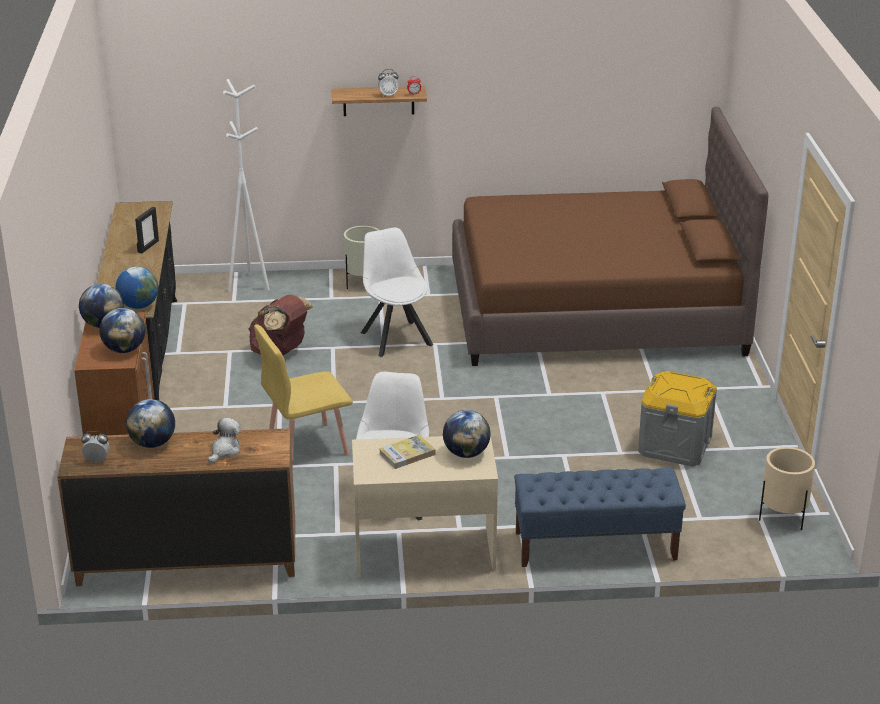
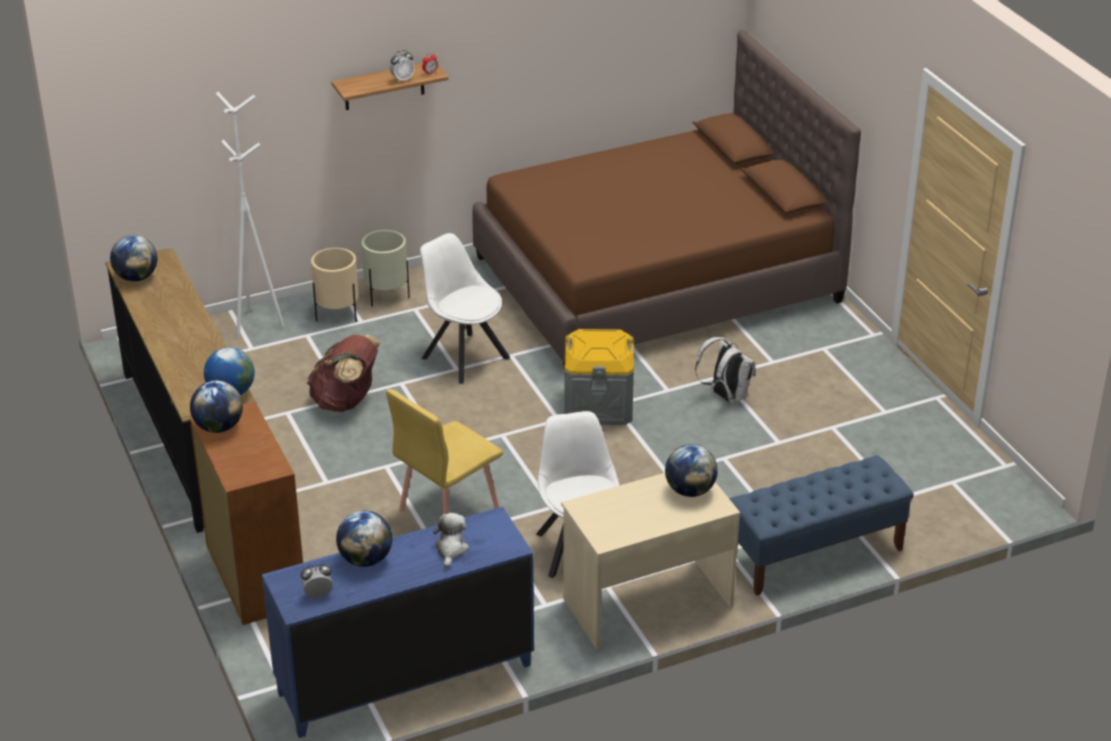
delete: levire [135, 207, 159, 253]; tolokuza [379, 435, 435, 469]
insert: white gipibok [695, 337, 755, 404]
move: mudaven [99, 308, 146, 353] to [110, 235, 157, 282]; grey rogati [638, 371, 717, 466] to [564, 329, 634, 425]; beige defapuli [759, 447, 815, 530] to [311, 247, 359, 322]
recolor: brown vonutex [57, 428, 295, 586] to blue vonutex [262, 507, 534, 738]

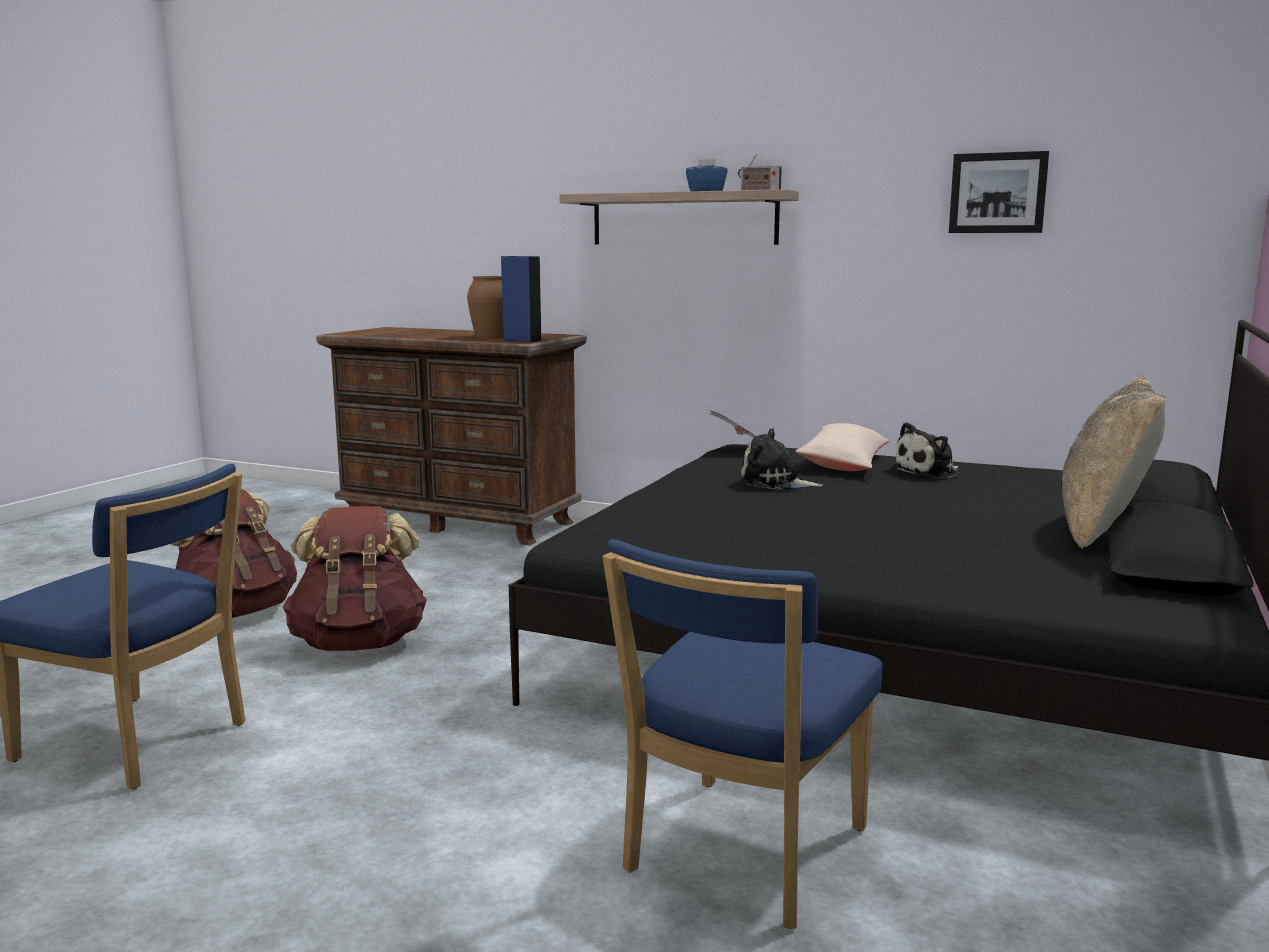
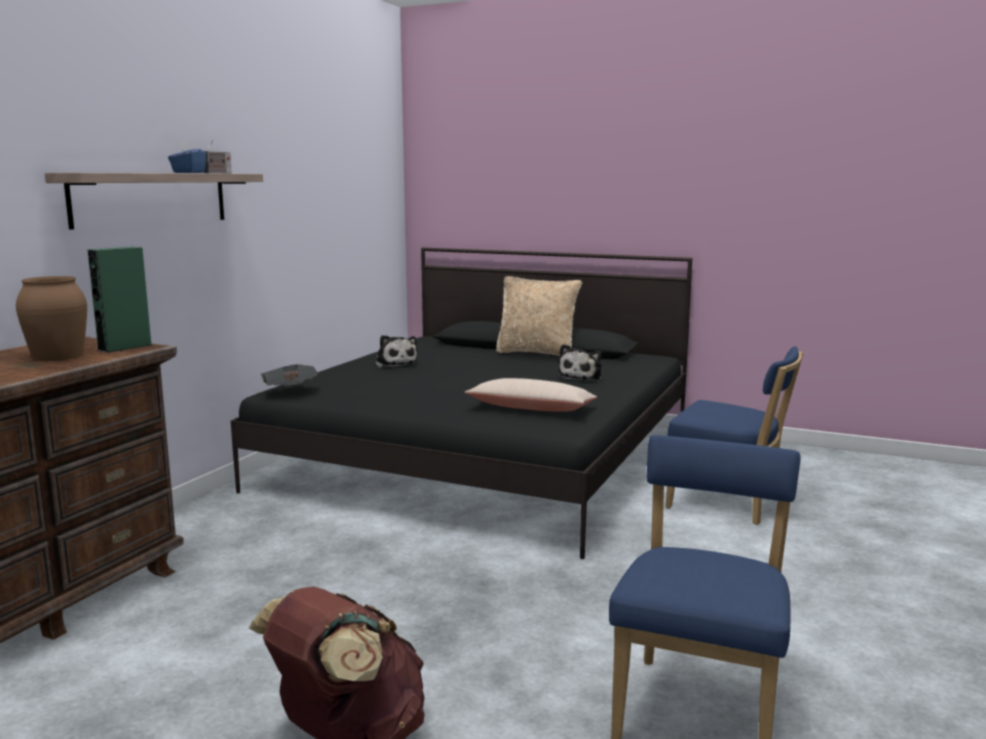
delete: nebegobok [949, 151, 1049, 233]; brown gipibok [283, 506, 427, 651]
move: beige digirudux [795, 423, 890, 471] to [464, 378, 597, 412]; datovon [740, 428, 823, 490] to [558, 344, 602, 381]
recolor: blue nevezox [501, 256, 541, 342] to green nevezox [88, 247, 151, 353]

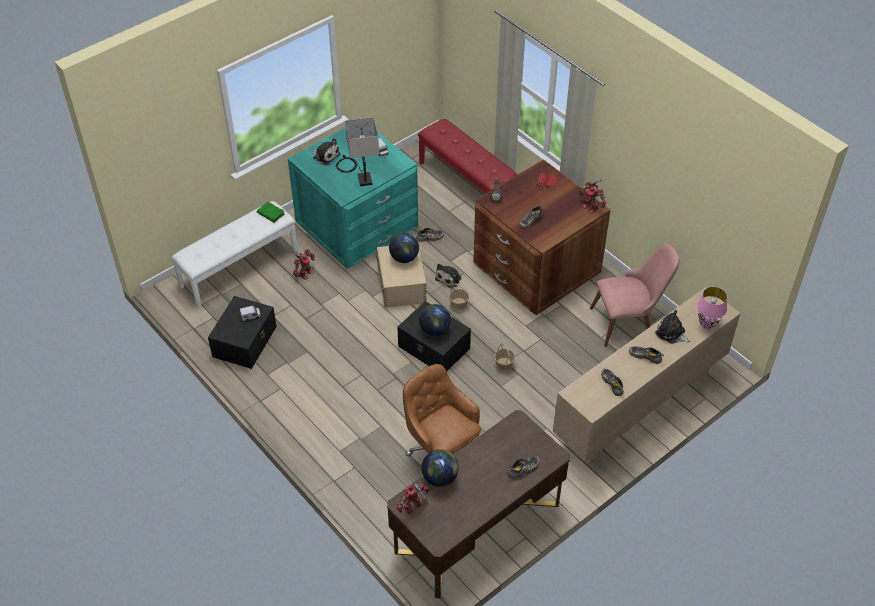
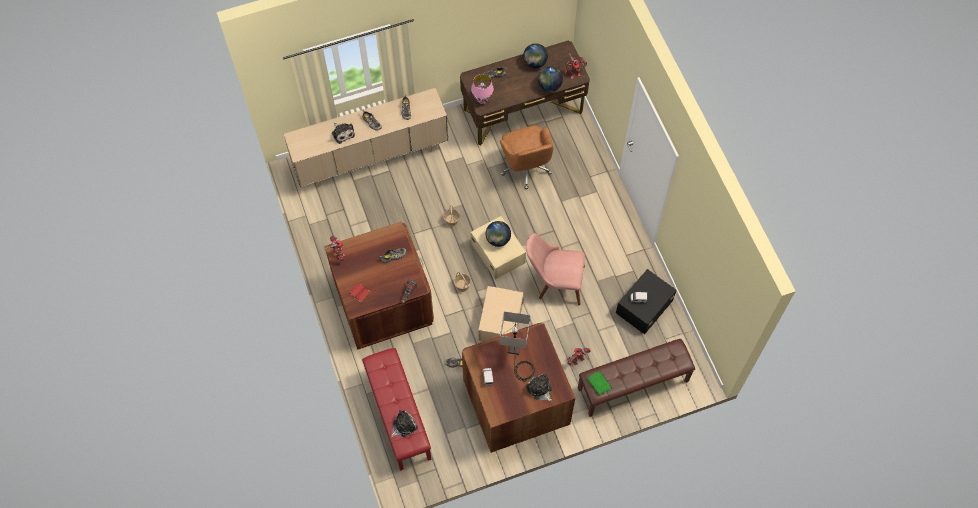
move: mudaven [389, 233, 419, 263] to [523, 43, 548, 68]; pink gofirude [590, 243, 679, 347] to [526, 233, 585, 305]; datovon [435, 264, 462, 288] to [391, 410, 418, 437]; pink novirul [697, 287, 727, 329] to [471, 74, 494, 104]
recolor: turquoise vonutex [288, 128, 418, 269] to brown vonutex [462, 323, 575, 453]; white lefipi [171, 201, 298, 307] to brown lefipi [578, 339, 695, 417]; black rogati [397, 301, 471, 371] to beige rogati [471, 216, 526, 279]

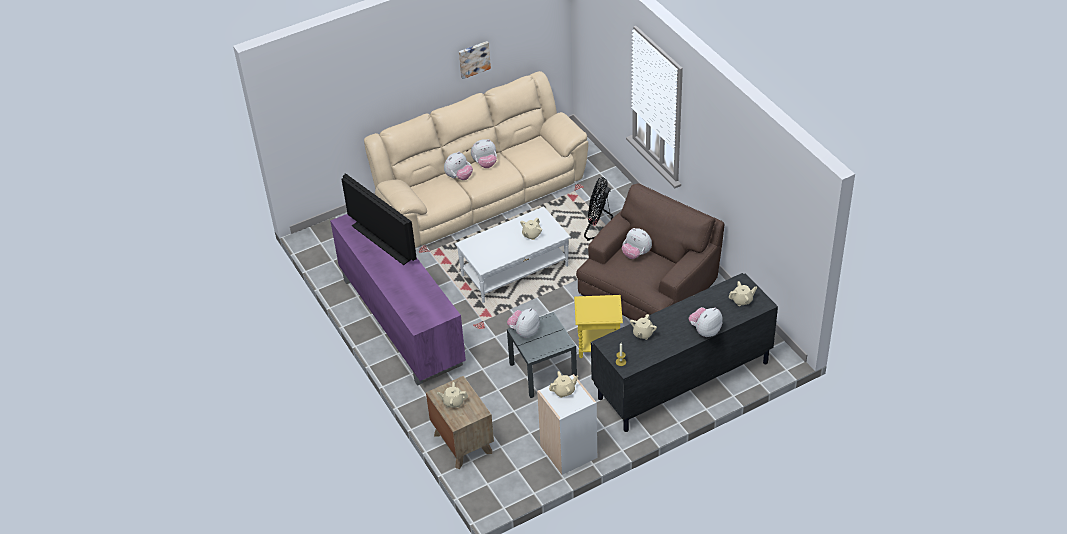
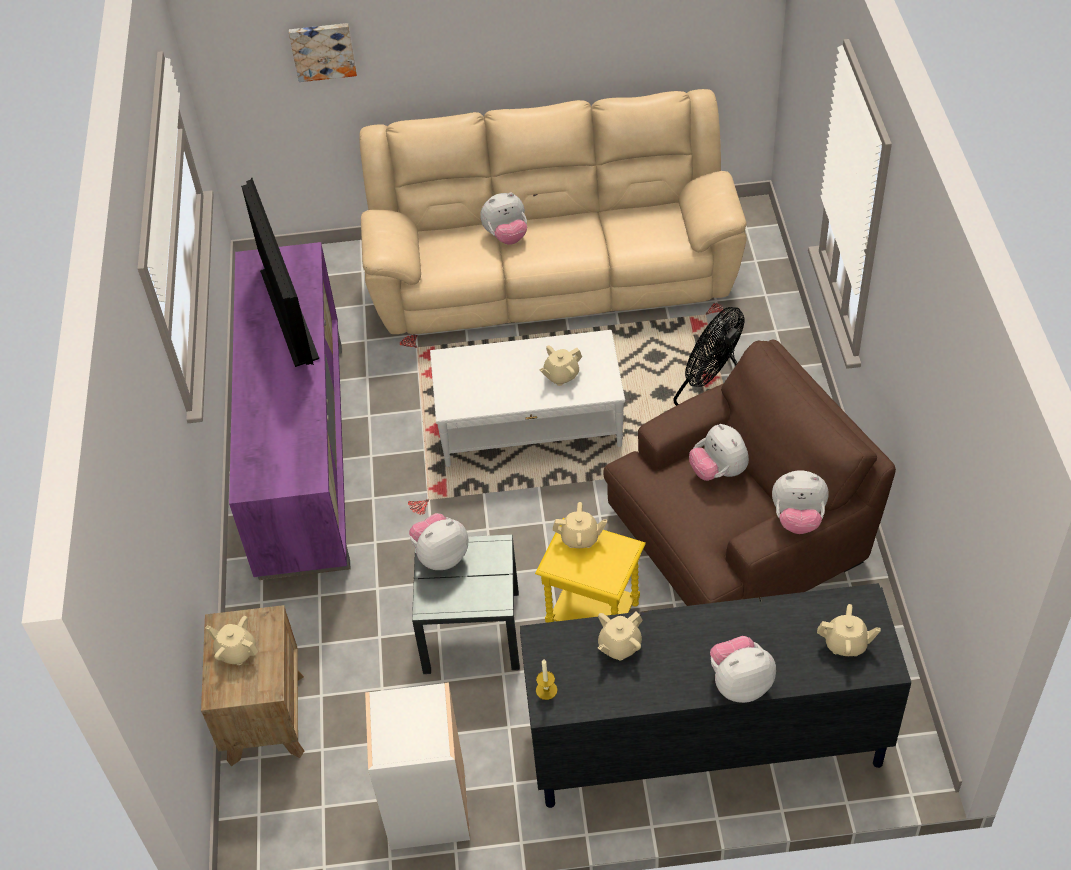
move: nebegobok [459, 41, 491, 79] to [289, 23, 357, 82]; datovon [471, 139, 497, 168] to [772, 470, 829, 534]; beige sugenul [549, 371, 578, 398] to [553, 502, 607, 548]

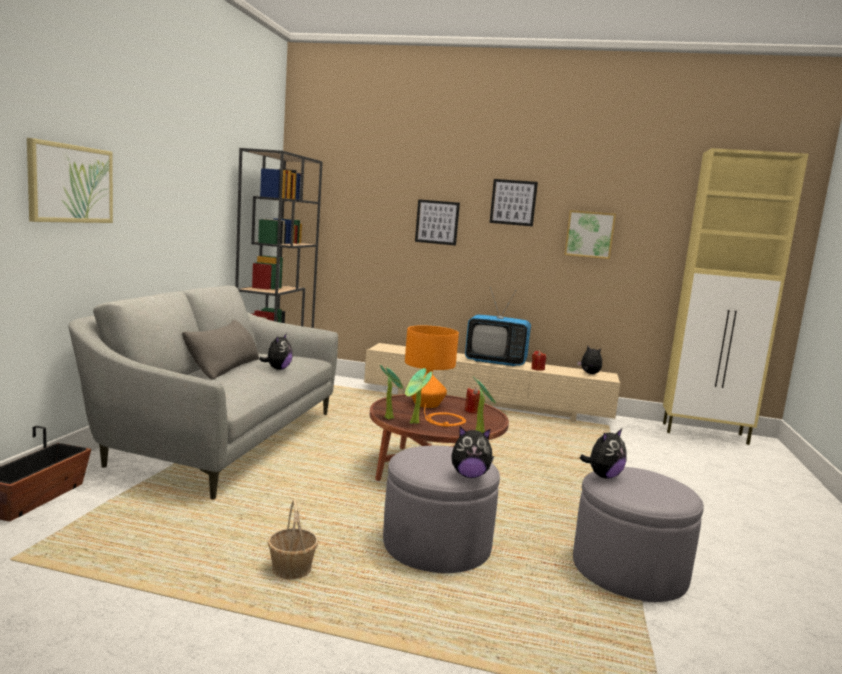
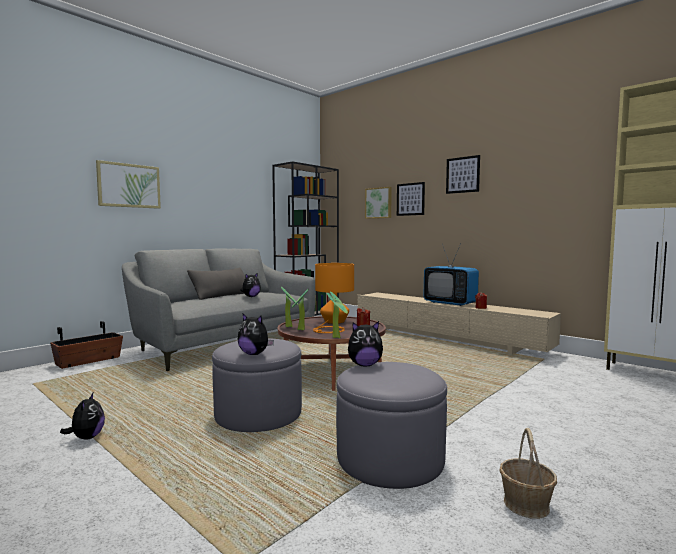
move: nebegobok [564, 210, 616, 259] to [365, 187, 392, 219]; datovon [577, 346, 602, 374] to [60, 393, 105, 440]; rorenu [268, 499, 319, 579] to [500, 428, 557, 519]

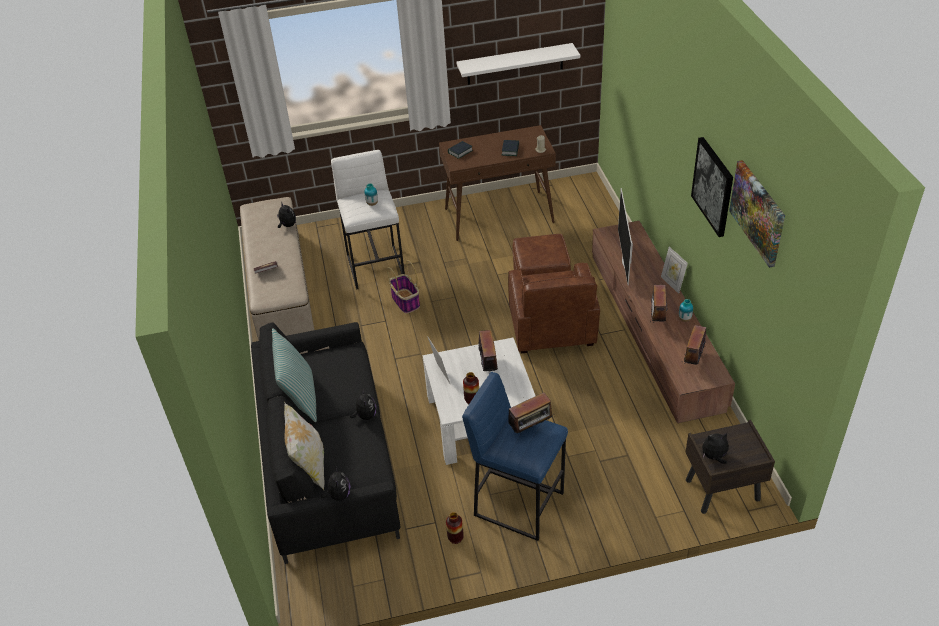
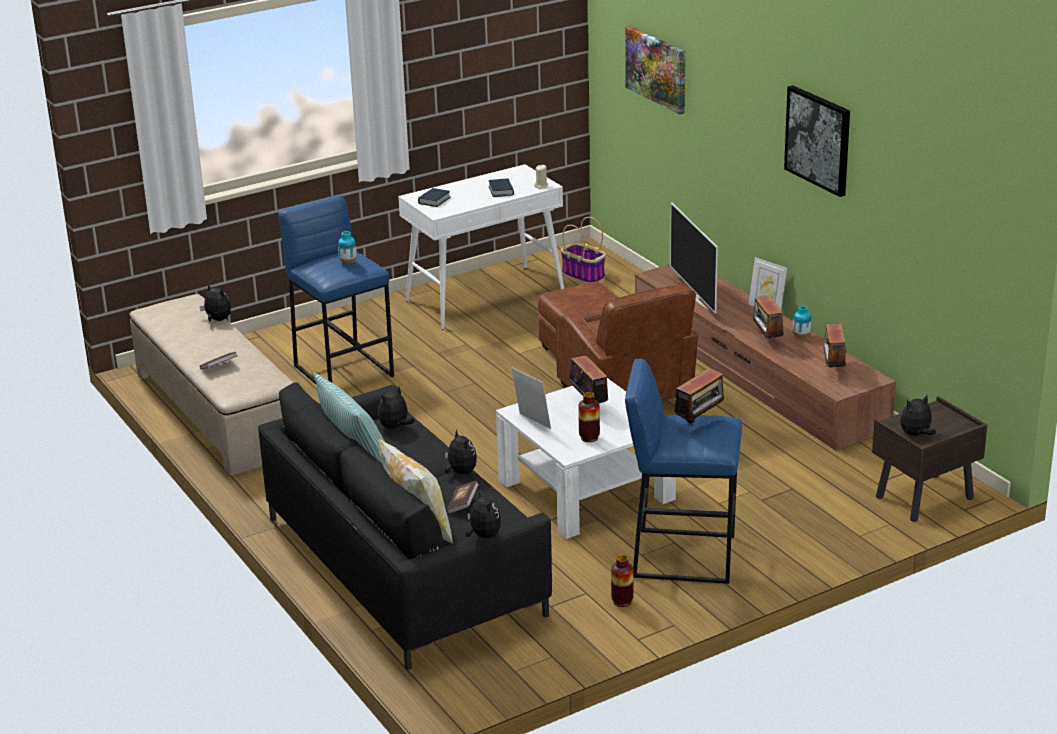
delete: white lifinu [456, 43, 580, 85]
insert: datovon [378, 387, 415, 429]; tolokuza [447, 481, 479, 514]
move: nebegobok [729, 160, 785, 268] to [625, 26, 685, 114]; rorenu [387, 260, 420, 314] to [561, 217, 606, 283]
recolor: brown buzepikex [439, 125, 556, 241] to white buzepikex [398, 164, 564, 329]; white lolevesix [331, 150, 405, 289] to blue lolevesix [278, 195, 394, 384]

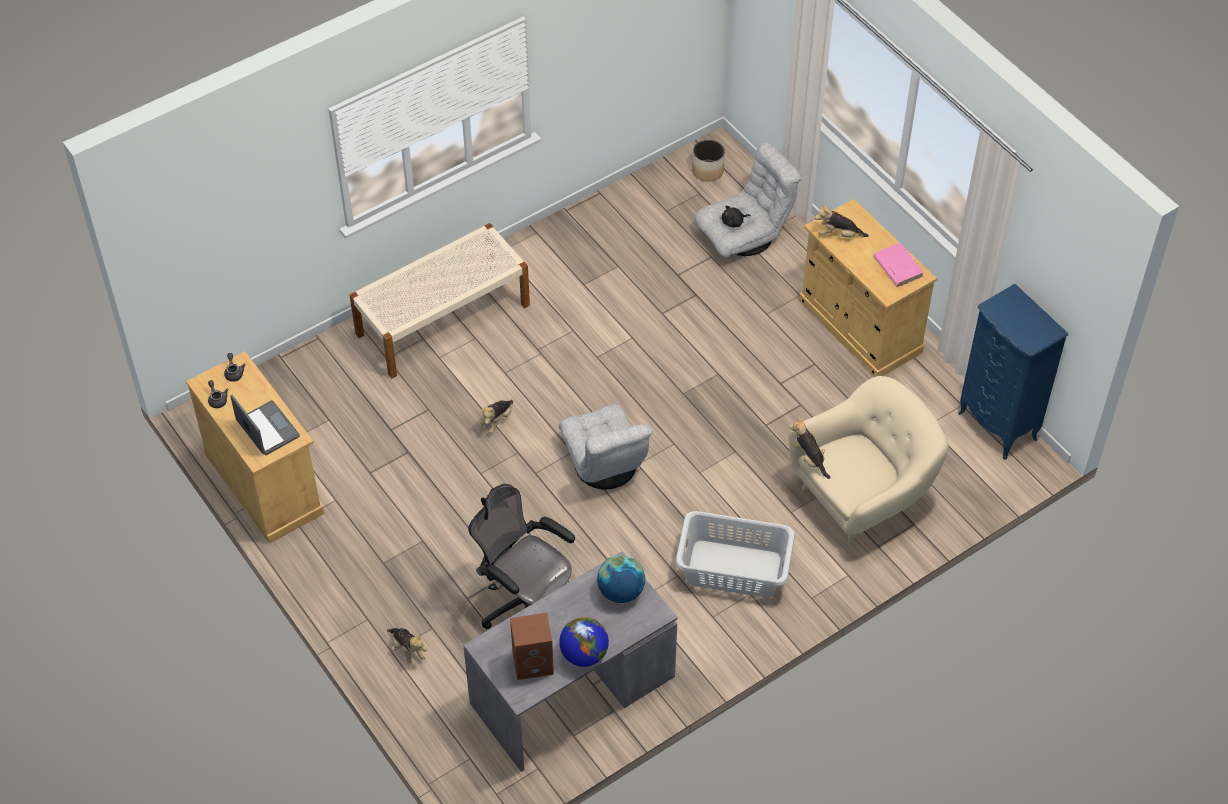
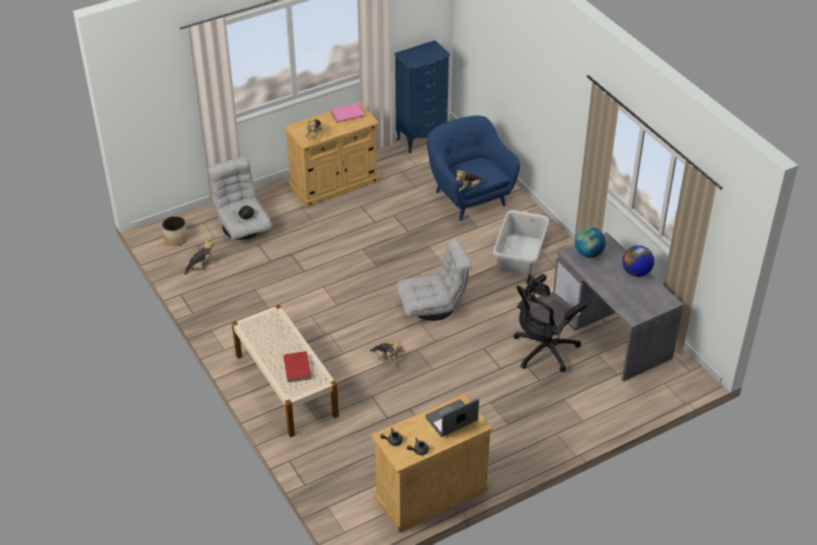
delete: brown nevezox [510, 613, 554, 680]
insert: red tolokuza [283, 351, 312, 382]
move: datovon [387, 628, 427, 666] to [184, 239, 215, 275]
recolor: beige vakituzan [789, 376, 949, 547] to blue vakituzan [427, 115, 520, 221]

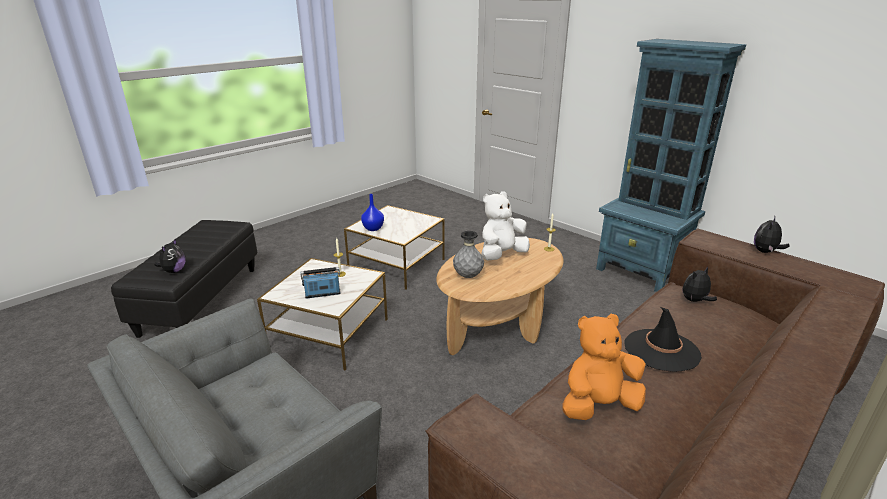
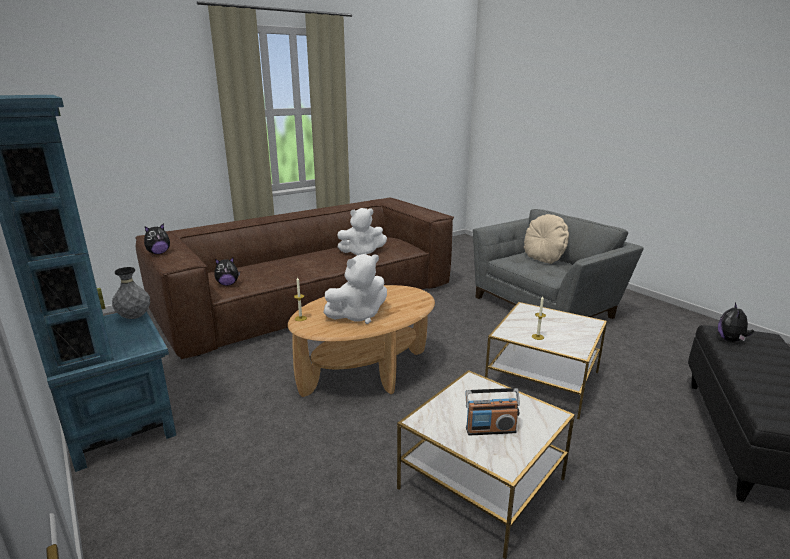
delete: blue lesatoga [361, 194, 384, 231]; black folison [625, 307, 702, 372]
insert: beige digirudux [524, 214, 569, 264]
move: grey lesatoga [453, 231, 484, 278] to [112, 267, 150, 319]; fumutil [300, 267, 341, 299] to [465, 388, 520, 435]
recolor: orange datovon [562, 314, 646, 420] to white datovon [337, 208, 387, 255]

